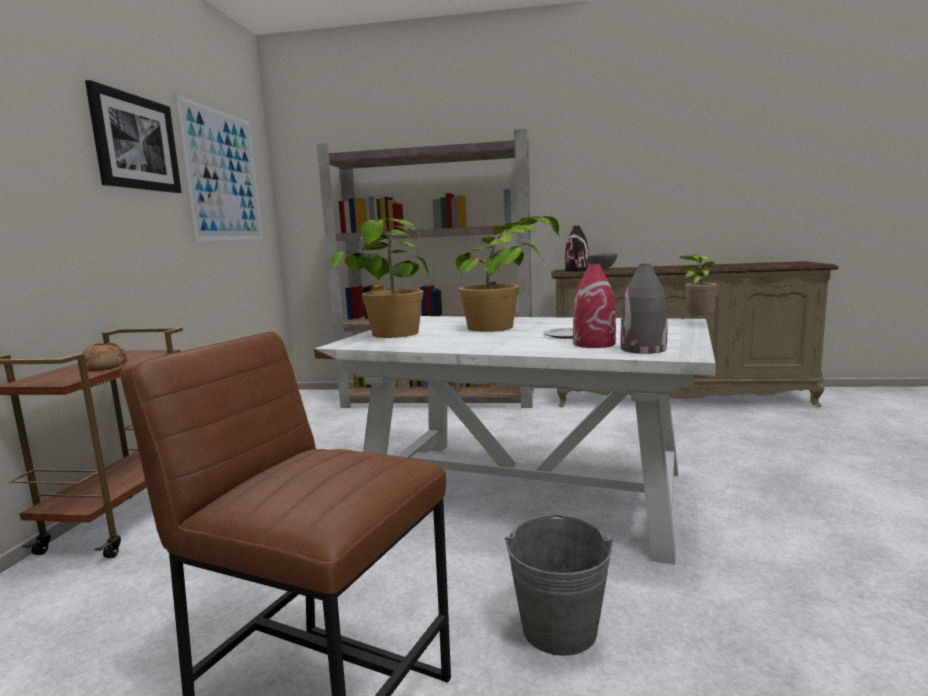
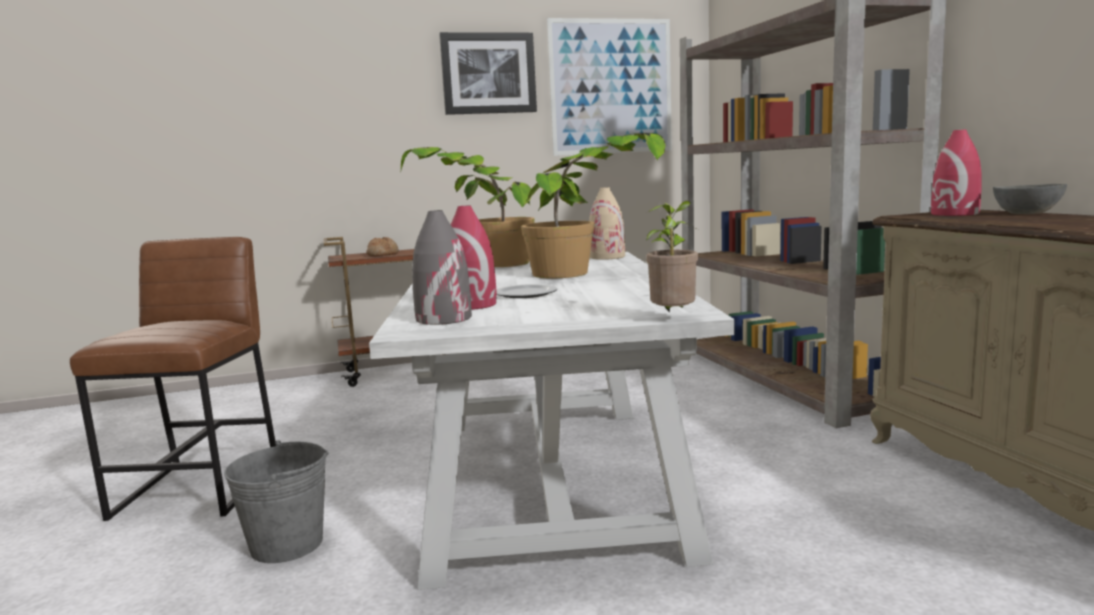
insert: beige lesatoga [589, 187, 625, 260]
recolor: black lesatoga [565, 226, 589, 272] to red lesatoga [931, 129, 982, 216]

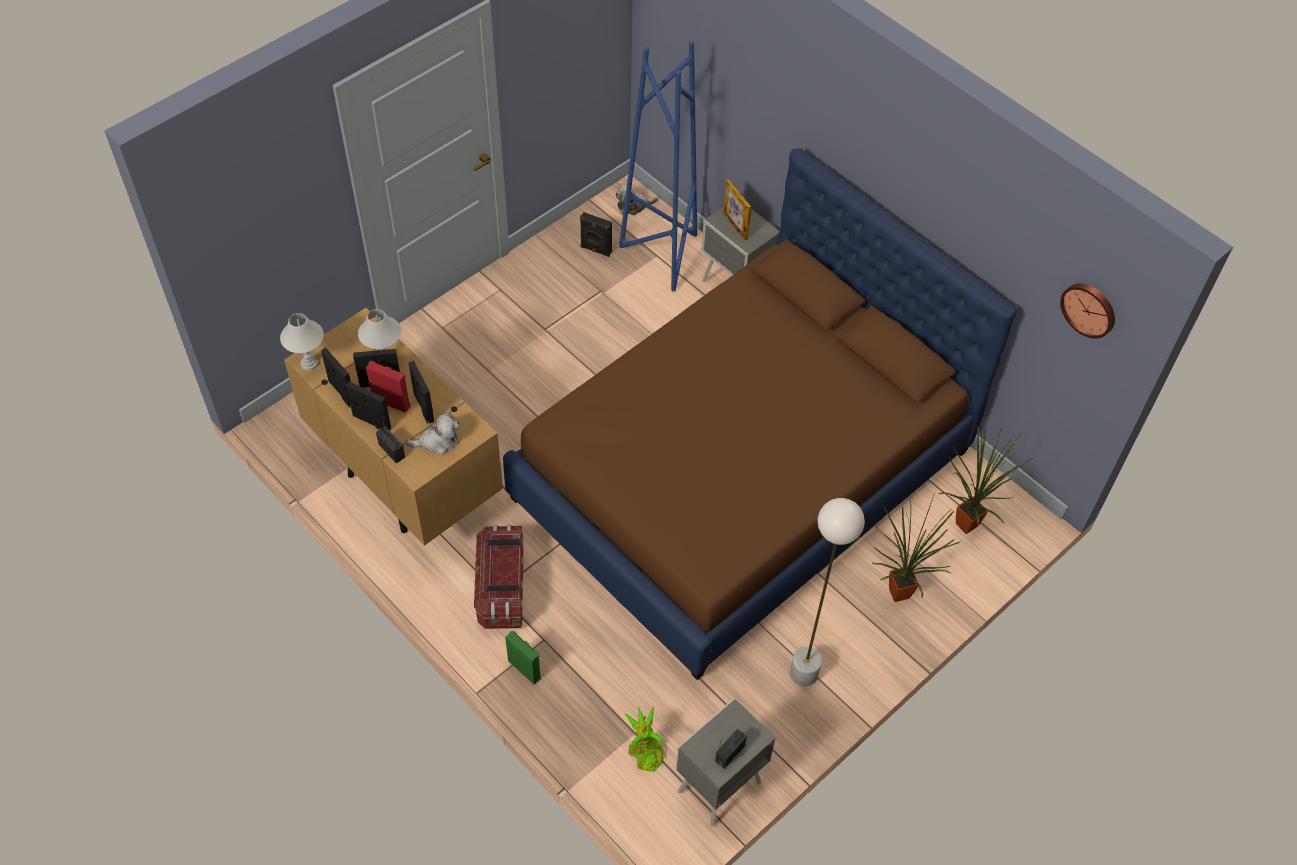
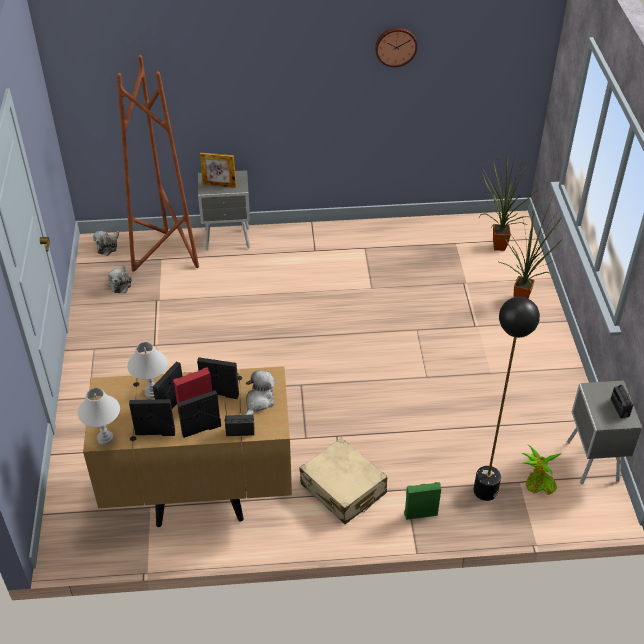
delete: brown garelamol [503, 148, 1017, 680]; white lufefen [790, 498, 865, 686]
insert: black lufefen [474, 297, 540, 501]
move: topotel [1060, 283, 1115, 339] to [375, 27, 417, 67]
replace: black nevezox [580, 212, 612, 257] to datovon [108, 266, 132, 293]; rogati [474, 525, 524, 629] to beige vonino [300, 438, 387, 524]
recolor: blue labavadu [619, 40, 697, 292] to brown labavadu [117, 55, 199, 272]

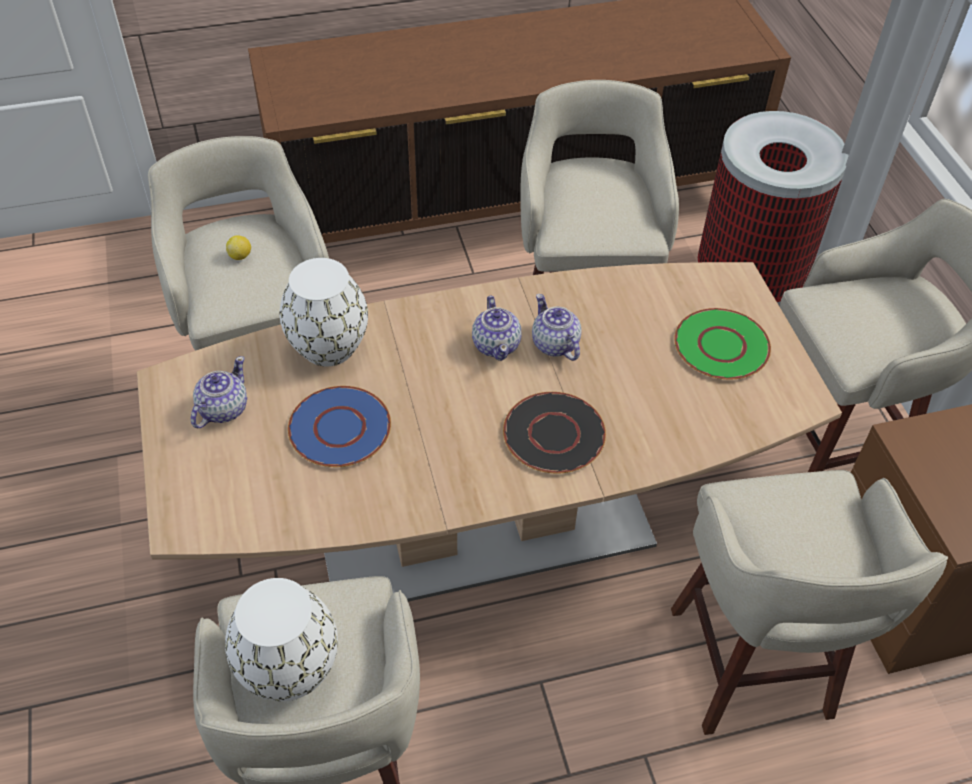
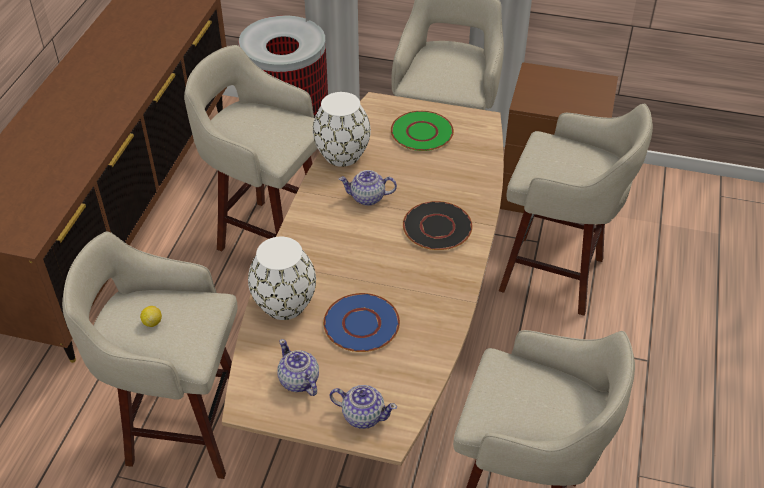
move: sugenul [472, 296, 521, 361] to [330, 385, 397, 429]; white lesatoga [225, 578, 338, 701] to [313, 92, 371, 167]

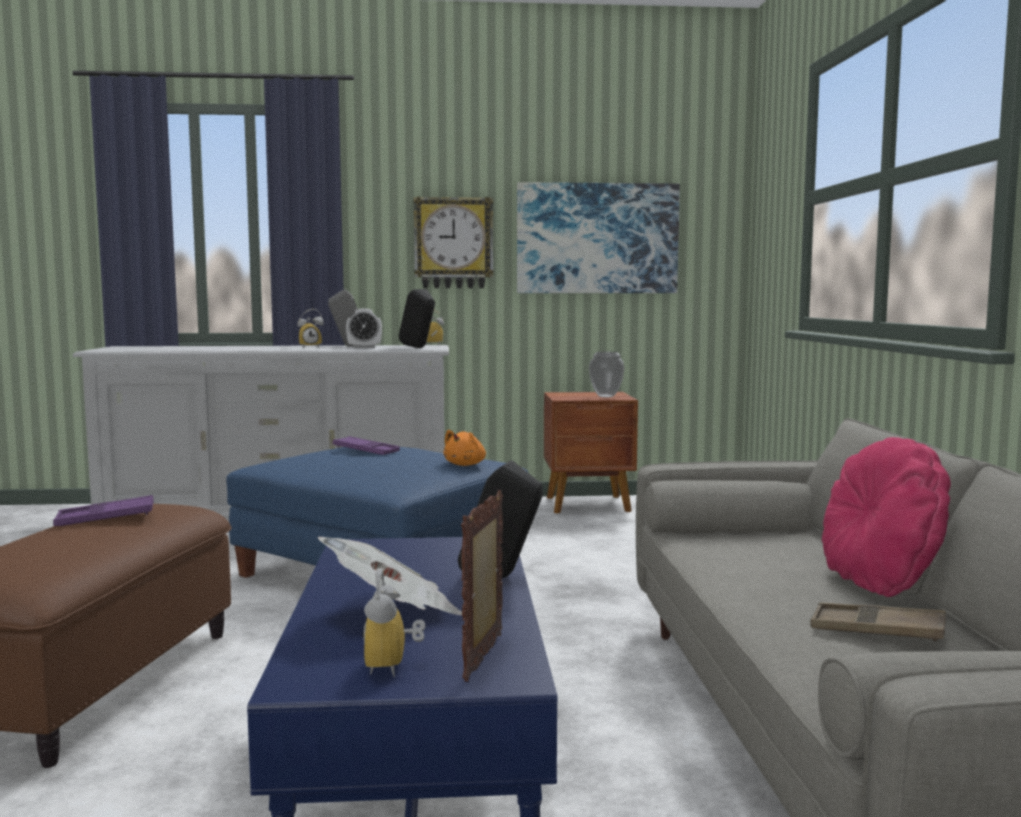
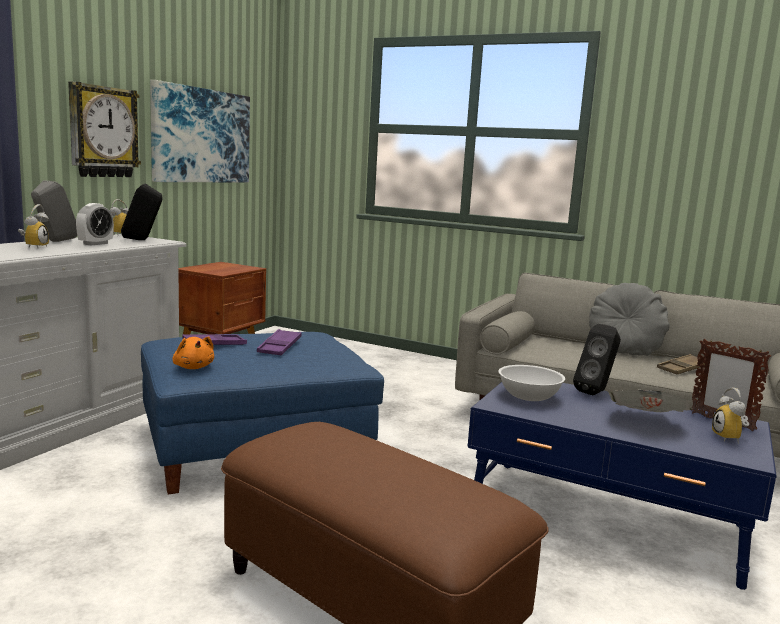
delete: lesatoga [589, 352, 625, 397]
insert: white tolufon [498, 365, 565, 401]
move: orange datovon [443, 430, 486, 466] to [172, 337, 214, 369]; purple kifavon [53, 495, 154, 526] to [257, 329, 302, 355]
recolor: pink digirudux [822, 437, 951, 597] to grey digirudux [589, 283, 670, 356]
rotate: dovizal [363, 568, 425, 677] = [712, 387, 749, 444] 60 degrees clockwise

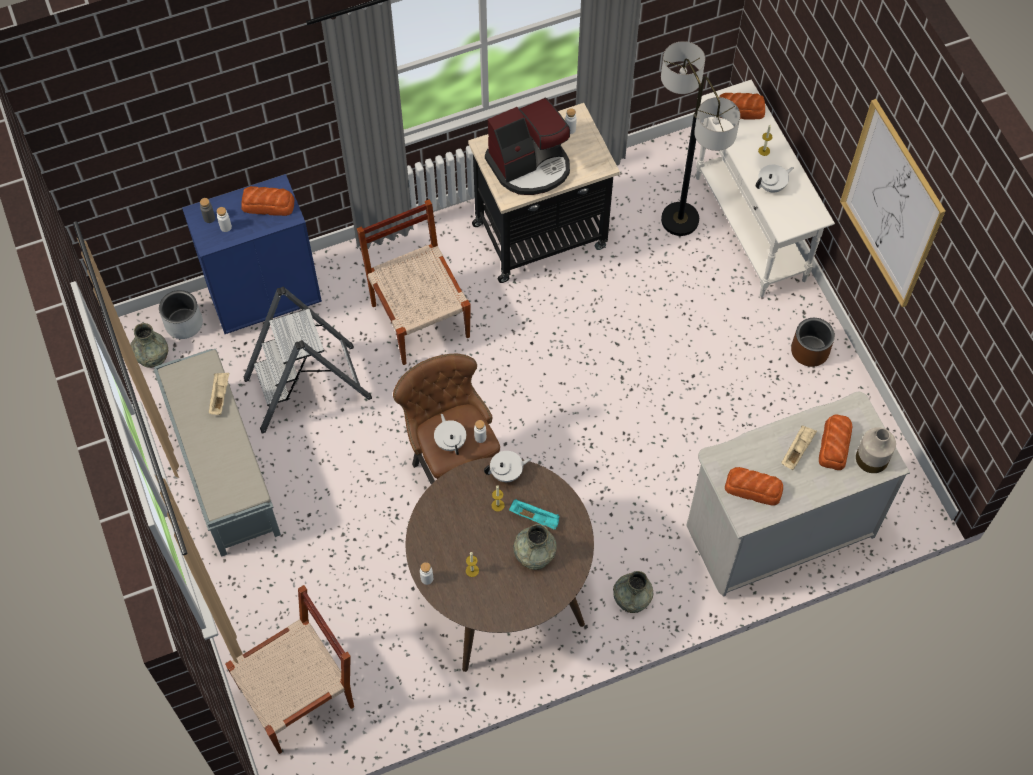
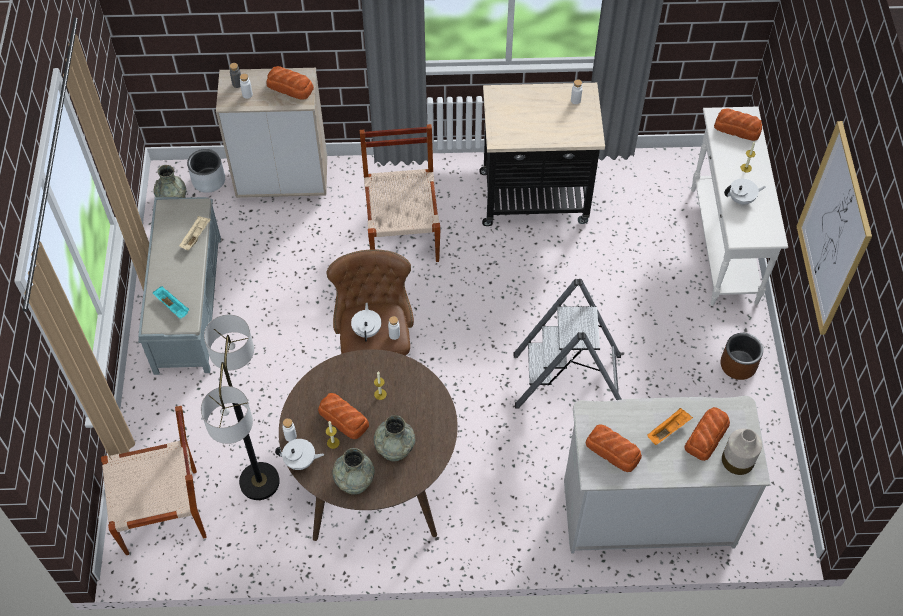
delete: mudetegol [485, 97, 570, 195]
insert: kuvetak [318, 393, 369, 439]
move: lufefen [661, 41, 740, 236] to [201, 314, 280, 500]; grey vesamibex [243, 287, 372, 433] to [514, 279, 622, 409]; white sugenul [484, 451, 532, 482] to [275, 439, 324, 470]; turquoise kifavon [509, 499, 560, 530] to [153, 286, 189, 319]; grey lesatoga [613, 571, 653, 613] to [332, 448, 375, 495]
recolor: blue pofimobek [182, 174, 322, 334] to beige pofimobek [216, 68, 327, 198]; beige kifavon [781, 426, 817, 470] to orange kifavon [647, 408, 693, 445]

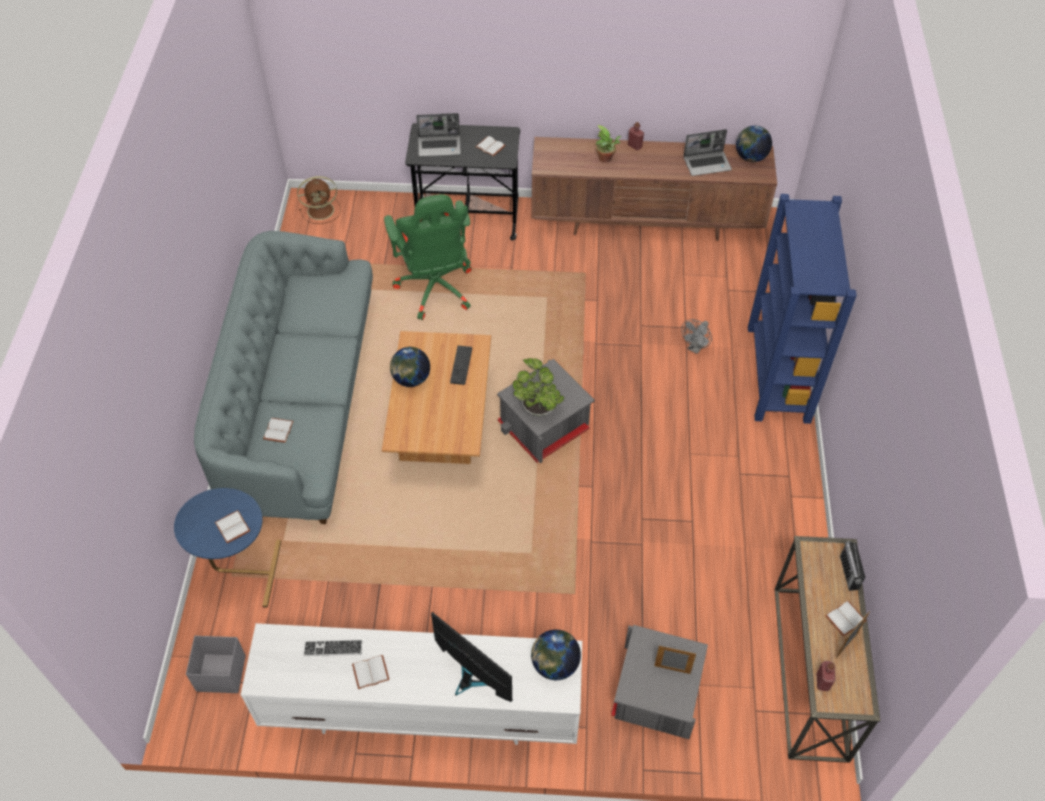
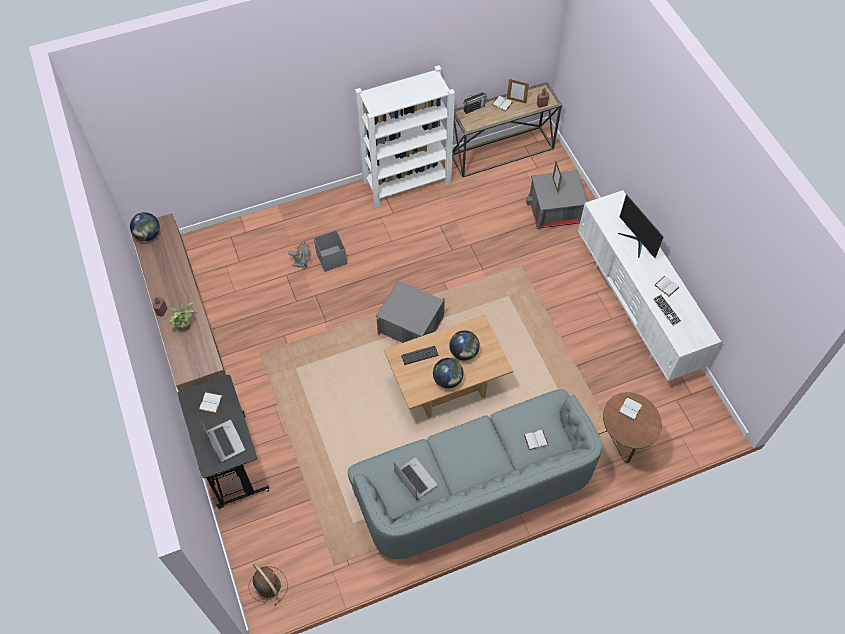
delete: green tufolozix [384, 194, 472, 320]; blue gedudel [748, 194, 857, 424]; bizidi [513, 358, 564, 416]
insert: white gedudel [355, 65, 455, 207]
move: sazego [684, 129, 732, 176] to [394, 457, 437, 500]; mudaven [531, 629, 581, 680] to [450, 330, 480, 361]; grey rogati [186, 636, 246, 693] to [314, 230, 347, 272]
recolor: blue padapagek [174, 488, 281, 608] to brown padapagek [597, 392, 662, 463]
rotate: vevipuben [431, 612, 513, 702] = [618, 195, 663, 258] 45 degrees counterclockwise

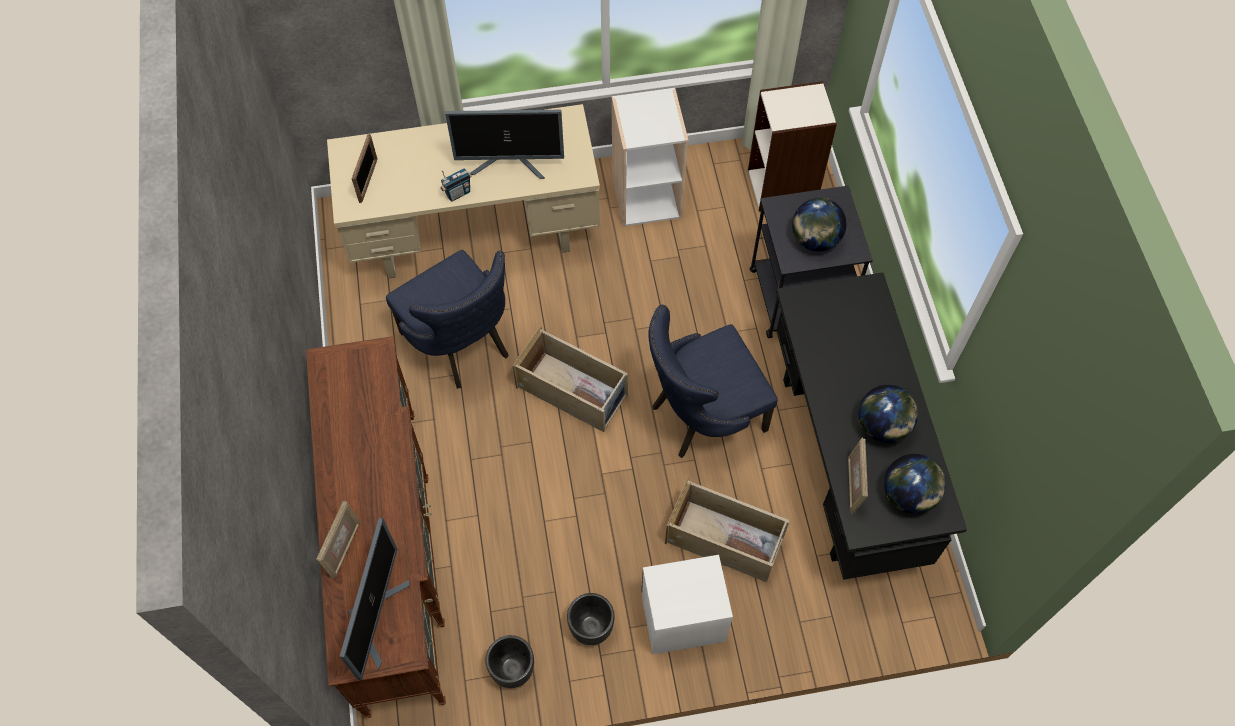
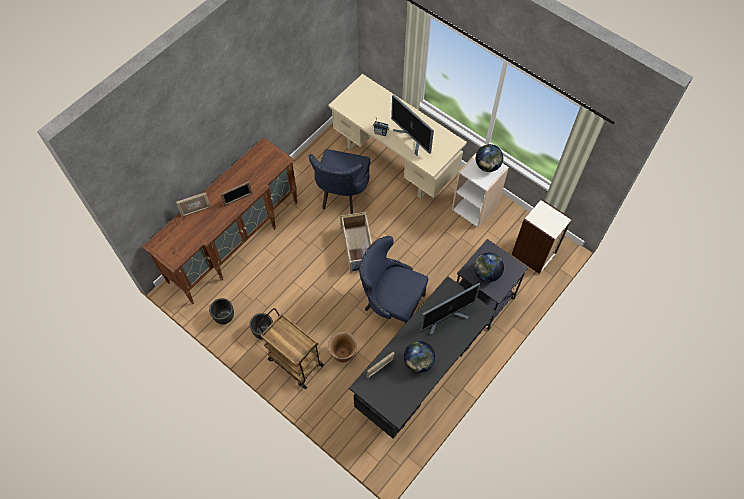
move: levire [352, 134, 377, 203] to [221, 181, 253, 206]; mudaven [884, 454, 946, 514] to [476, 144, 503, 172]; vevipuben [340, 518, 410, 681] to [420, 283, 481, 335]
replace: beige rogati [665, 478, 790, 582] to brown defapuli [328, 332, 357, 362]; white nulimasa [642, 555, 733, 654] to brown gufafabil [258, 308, 324, 389]

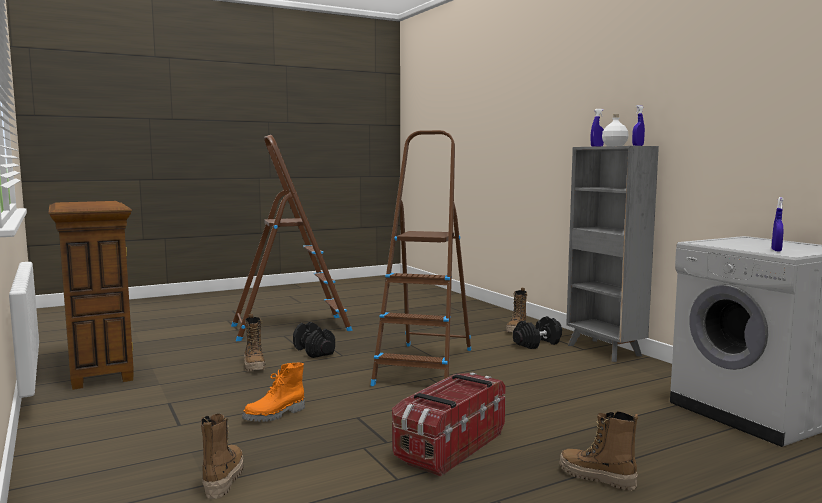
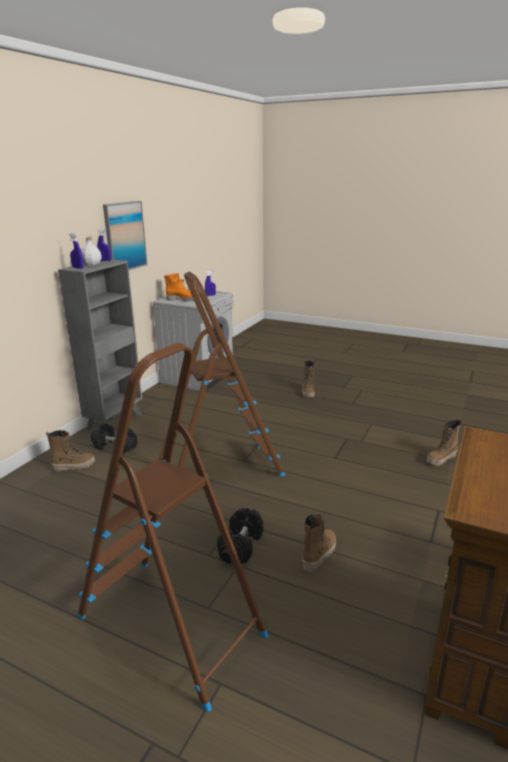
delete: rogati [392, 372, 506, 477]
insert: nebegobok [103, 201, 148, 270]
move: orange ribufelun [242, 363, 305, 422] to [164, 273, 200, 301]

